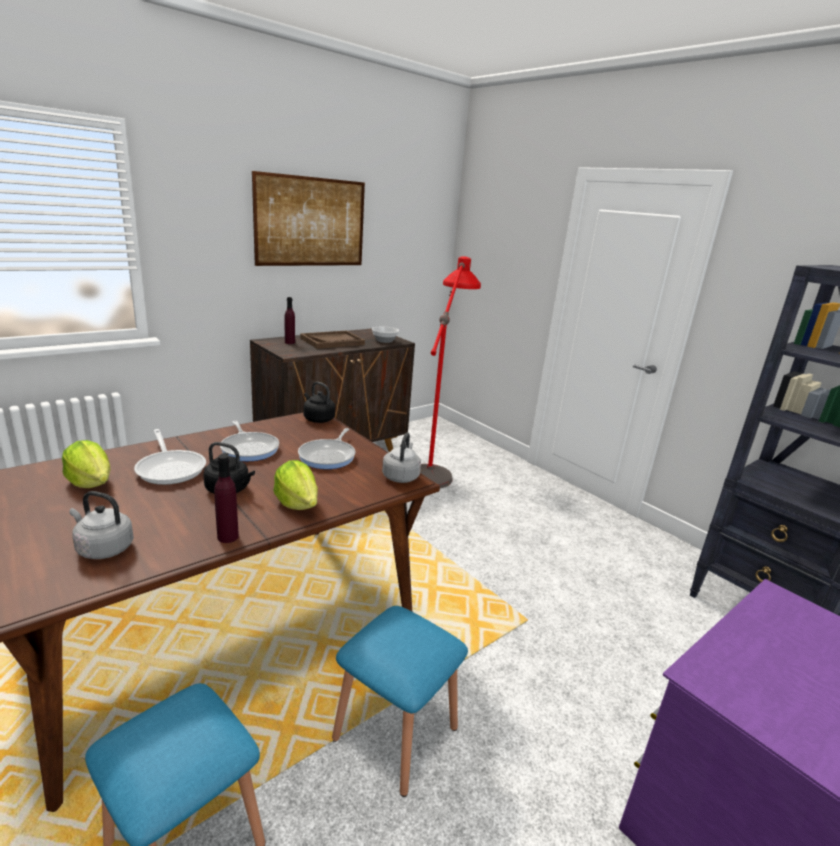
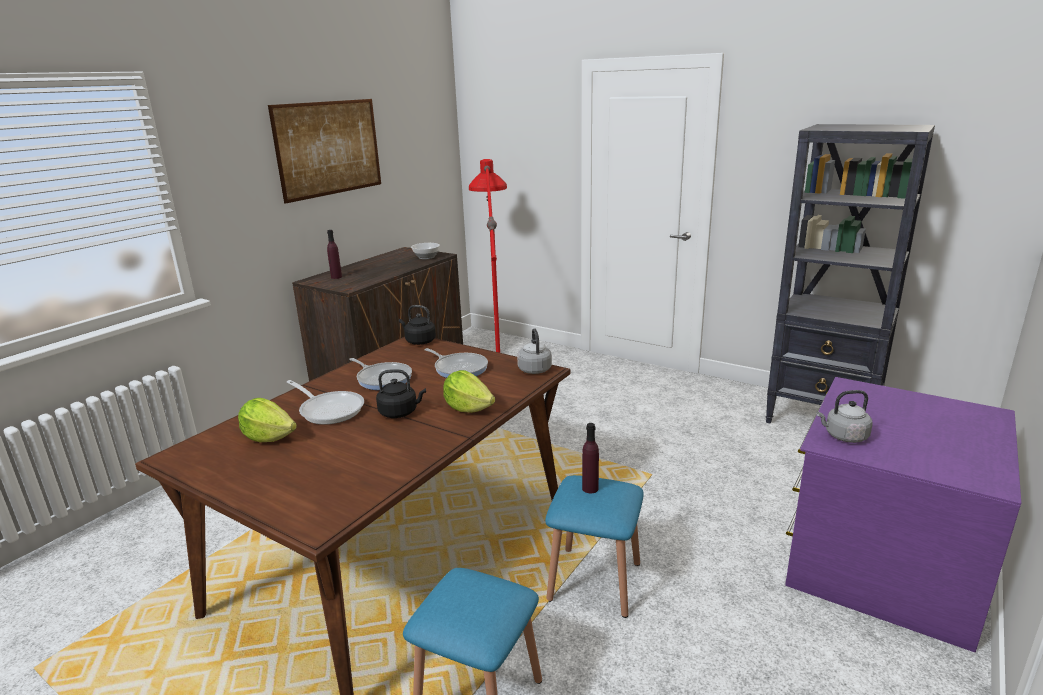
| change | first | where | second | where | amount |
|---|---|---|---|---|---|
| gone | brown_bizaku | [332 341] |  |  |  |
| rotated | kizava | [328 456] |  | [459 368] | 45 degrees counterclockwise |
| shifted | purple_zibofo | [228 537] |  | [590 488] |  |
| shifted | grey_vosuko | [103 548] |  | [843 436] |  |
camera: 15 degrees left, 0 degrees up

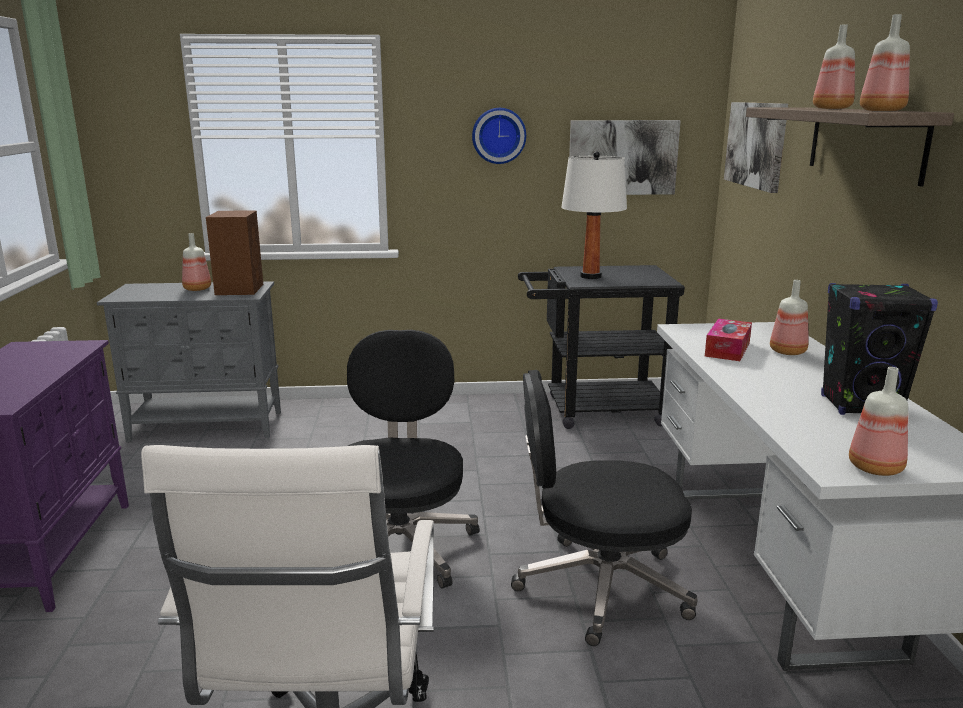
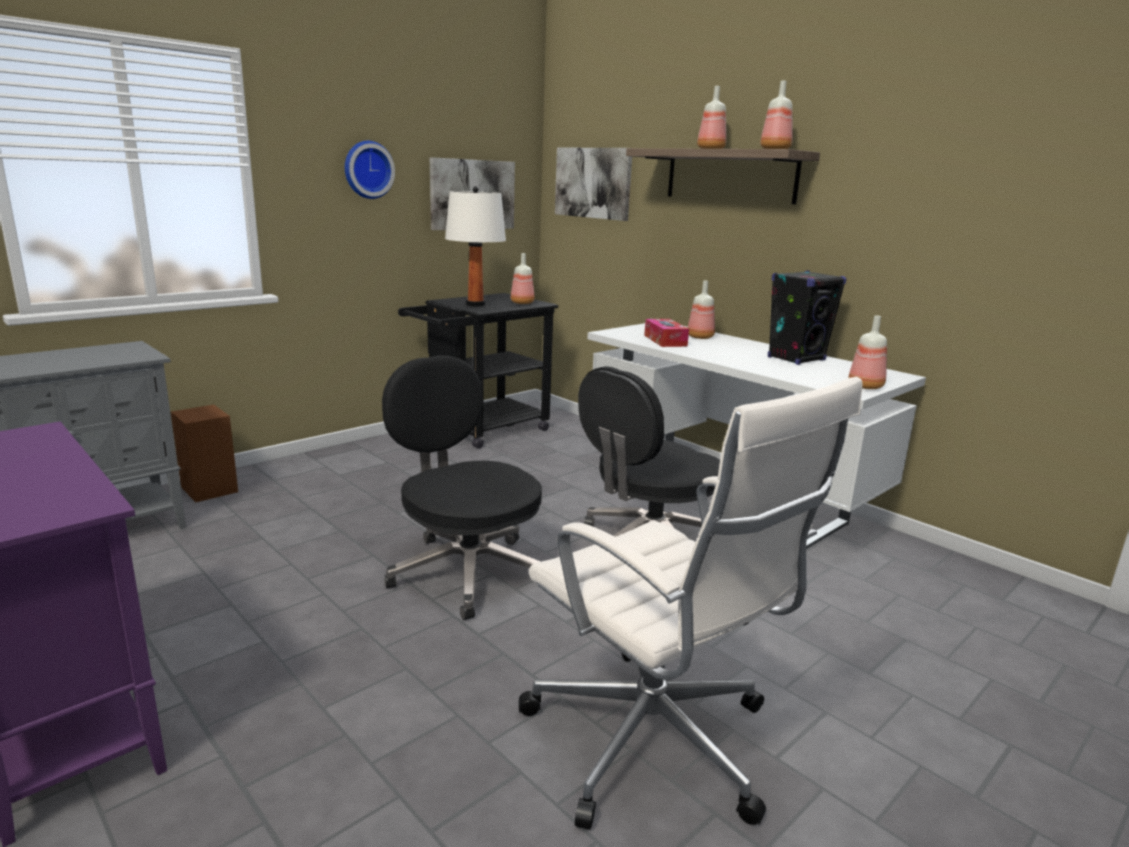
| change | first | where | second | where | amount |
|---|---|---|---|---|---|
| shifted | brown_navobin | [240 289] |  | [209 489] |  |
| shifted | zibofo | [197 289] |  | [522 303] |  |
camera: 40 degrees left, 0 degrees up

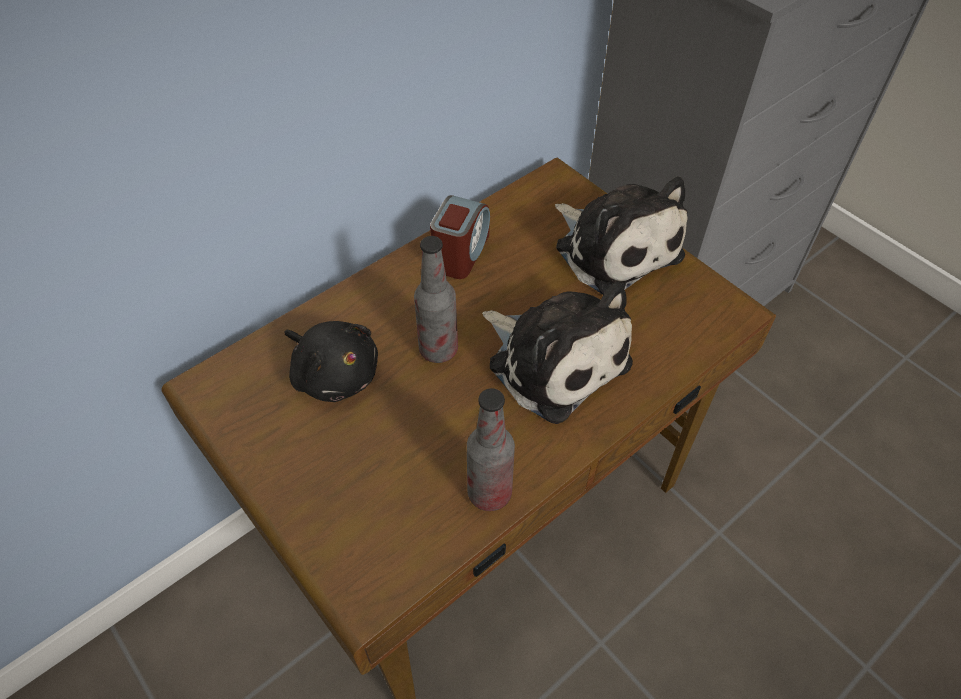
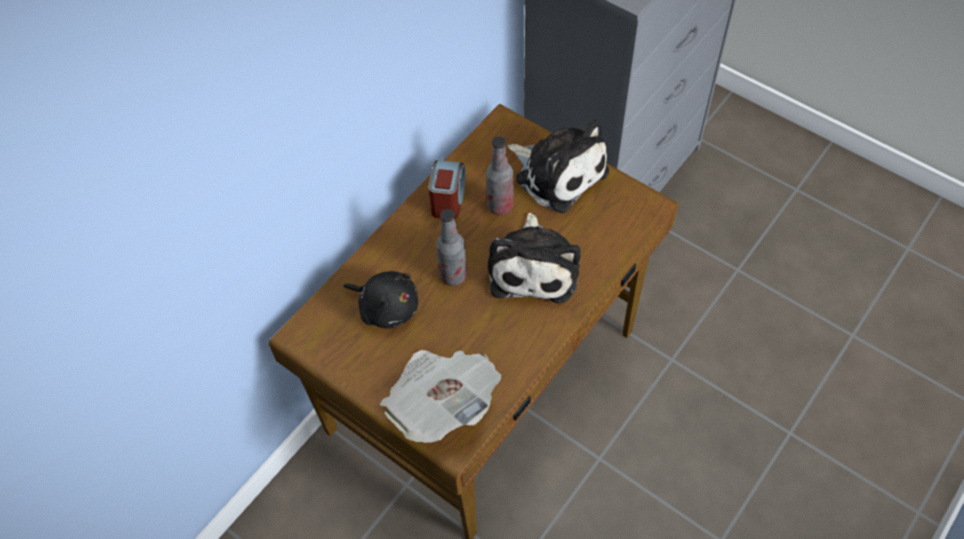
| change | first | where | second | where | amount |
|---|---|---|---|---|---|
| rotated | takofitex | [554 359] |  | [534 266] | 60 degrees clockwise |
| shifted | zibofo | [489 493] |  | [500 206] |  |
| new |  |  | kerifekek | [441 403] |  |
camera: 10 degrees left, 5 degrees up

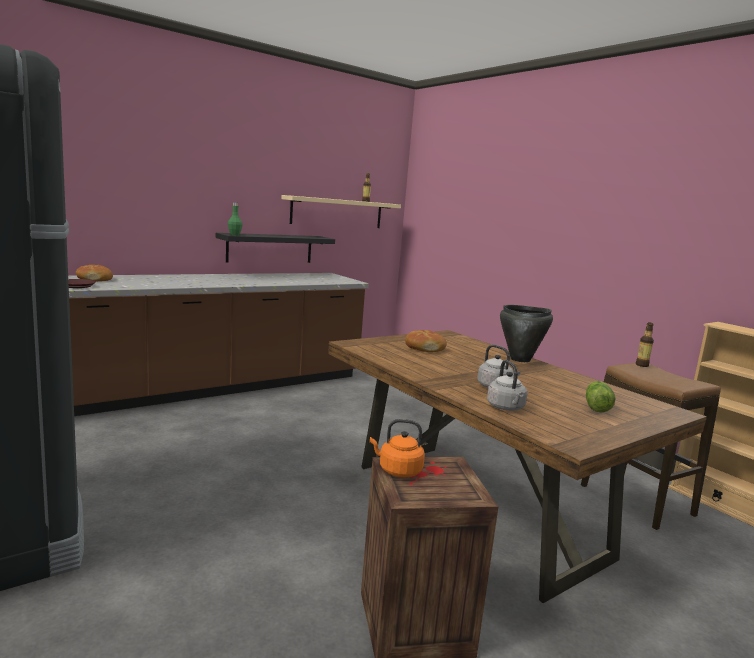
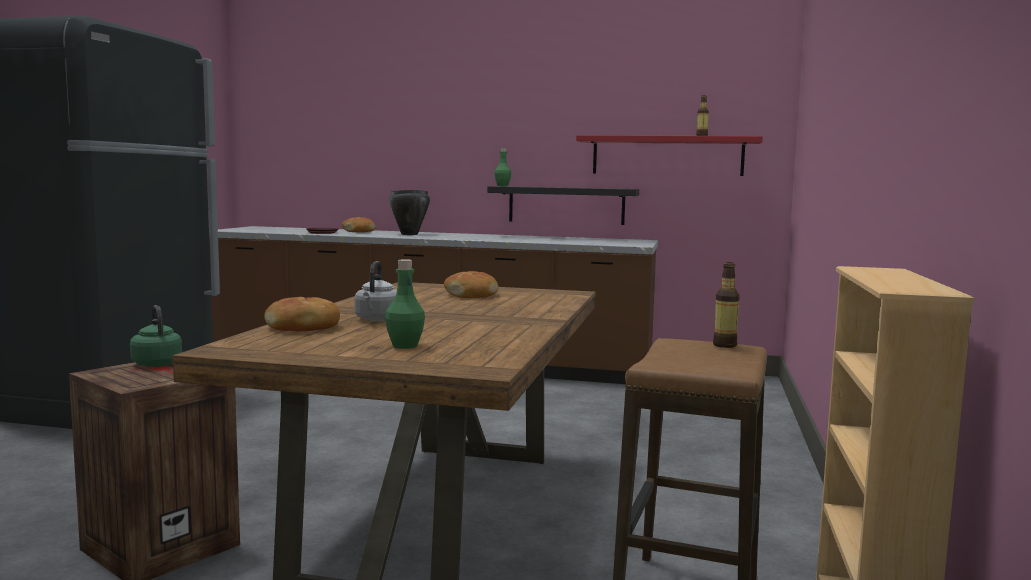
| change | first | where | second | where | amount |
|---|---|---|---|---|---|
| repainted | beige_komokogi | [337 212] | red_komokogi | [667 156] |  |
| shifted | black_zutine | [520 359] |  | [409 234] |  |
| swapped | grey_vosuko | [506 408] | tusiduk | [303 327] |  |
| swapped | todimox | [596 406] | green_zibofo | [405 346] |  |
| repainted | orange_vosuko | [397 470] | green_vosuko | [156 363] |  |
camera: 50 degrees right, 5 degrees down

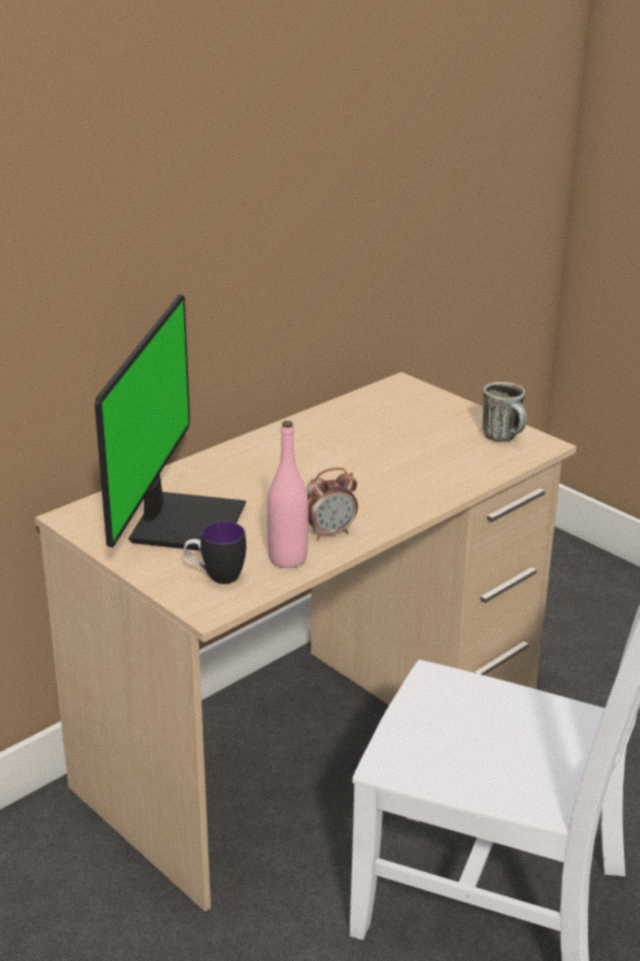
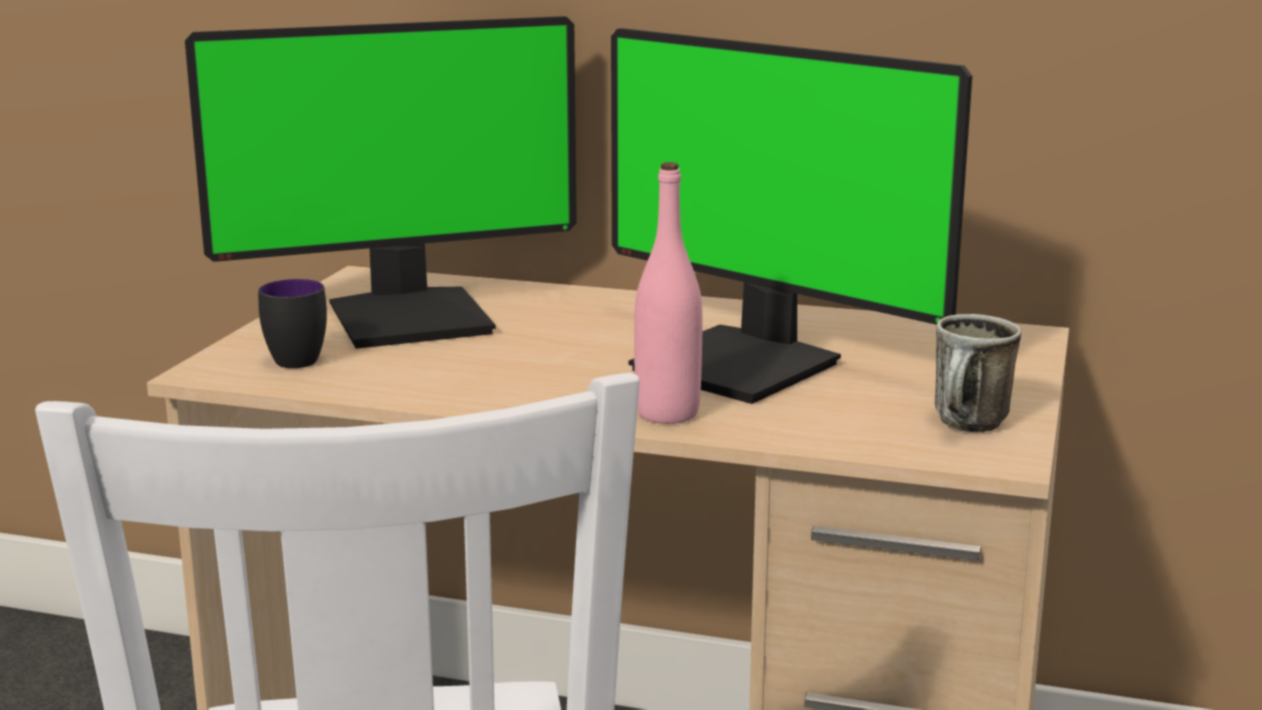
| change | first | where | second | where | amount |
|---|---|---|---|---|---|
| shifted | pink_zibofo | [288 559] |  | [667 414] |  |
| gone | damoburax | [330 532] |  |  |  |
| new |  |  | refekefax | [743 365] |  |
camera: 60 degrees right, 10 degrees down

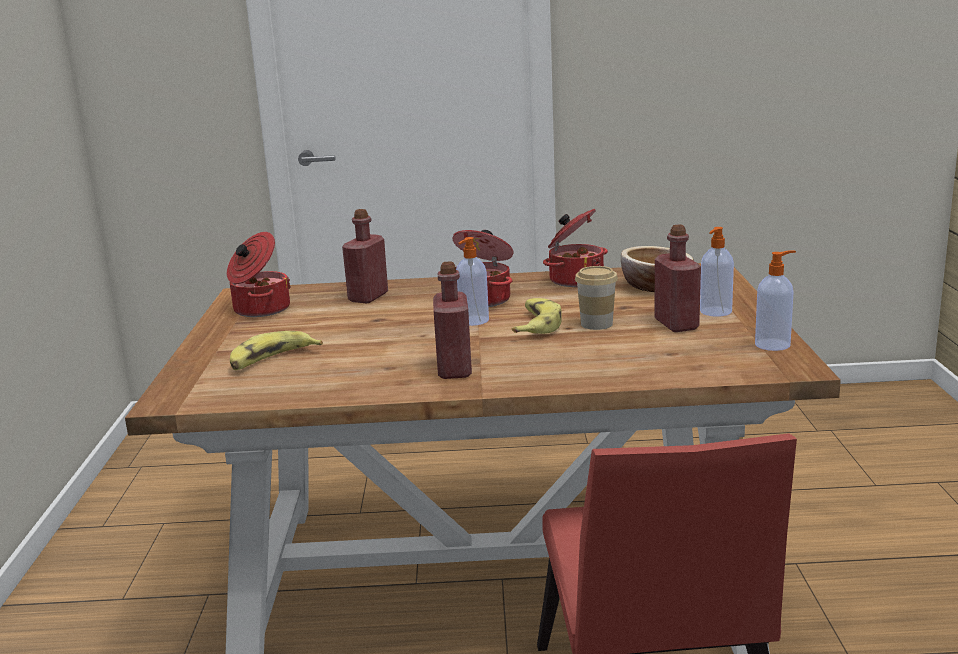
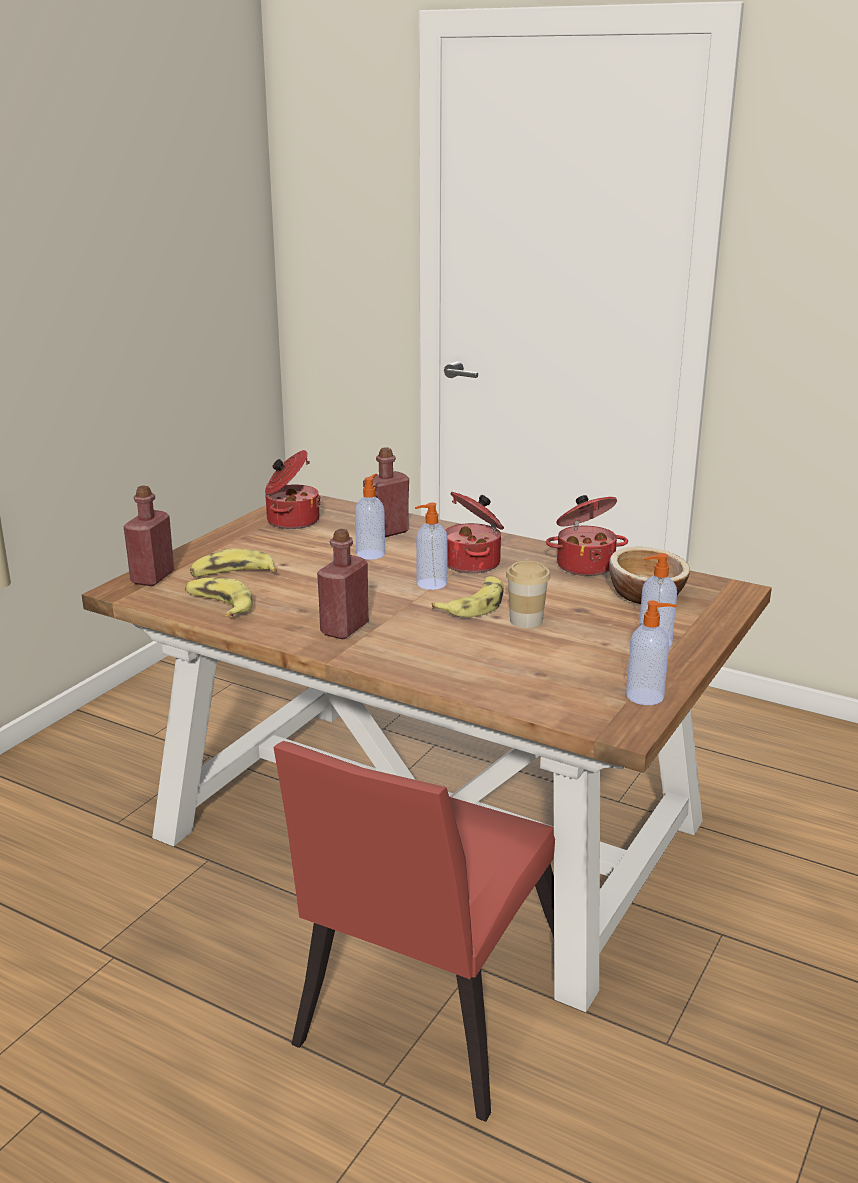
| change | first | where | second | where | amount |
|---|---|---|---|---|---|
| shifted | red_zibofo | [676 324] |  | [152 577] |  |
| new |  |  | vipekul | [371 554] |  |
| new |  |  | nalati | [219 605] |  |
camera: 30 degrees right, 5 degrees up

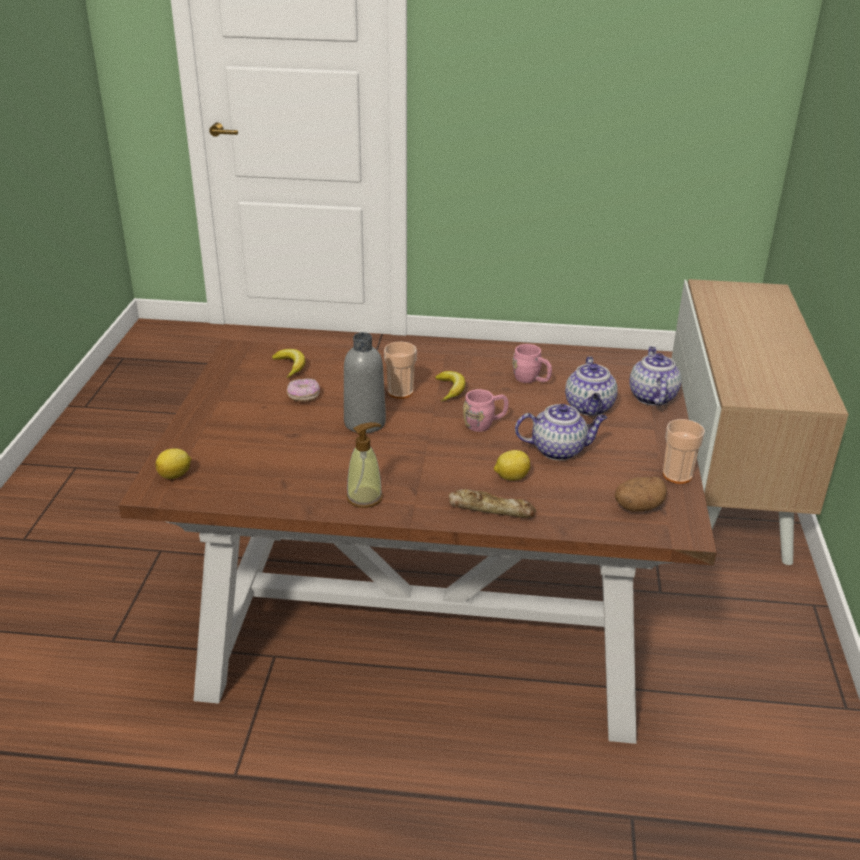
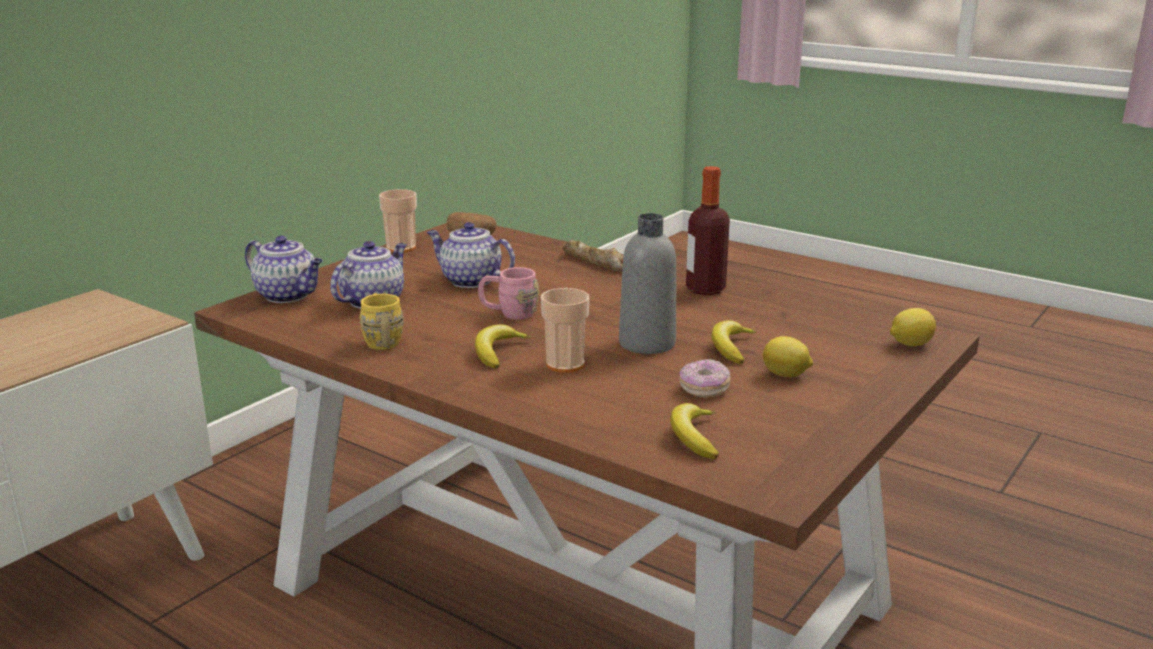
| change | first | where | second | where | amount |
|---|---|---|---|---|---|
| repainted | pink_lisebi | [531 380] | yellow_lisebi | [381 339] |  |
| rotated | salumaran | [651 396] |  | [289 295] | 90 degrees counterclockwise |
| swapped | vipekul | [365 497] | zibofo | [705 289] |  |
| shifted | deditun | [511 477] |  | [786 375] |  |
| new |  |  | nalati | [731 348] |  |
camera: 150 degrees left, 10 degrees down

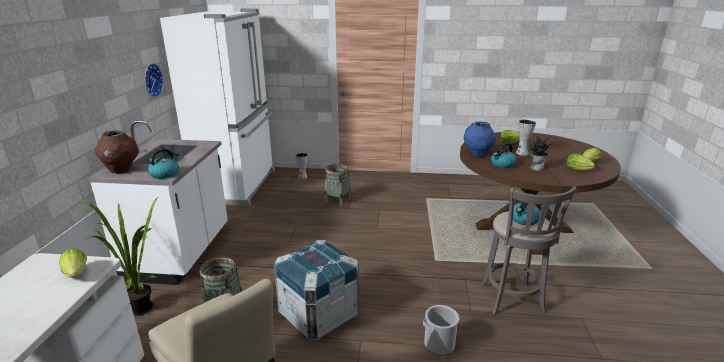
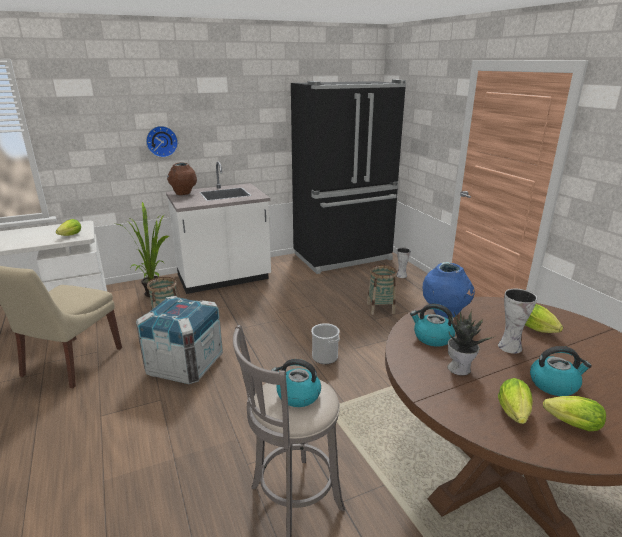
| change | first | where | second | where | amount |
|---|---|---|---|---|---|
| repainted | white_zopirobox | [239 186] | black_zopirobox | [344 257] |  |
| shifted | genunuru | [151 80] |  | [161 141] |  |
| shifted | vosuko | [165 174] |  | [554 384] |  |
| shifted | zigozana | [439 344] |  | [324 357] |  |
camera: 60 degrees right, 0 degrees up

